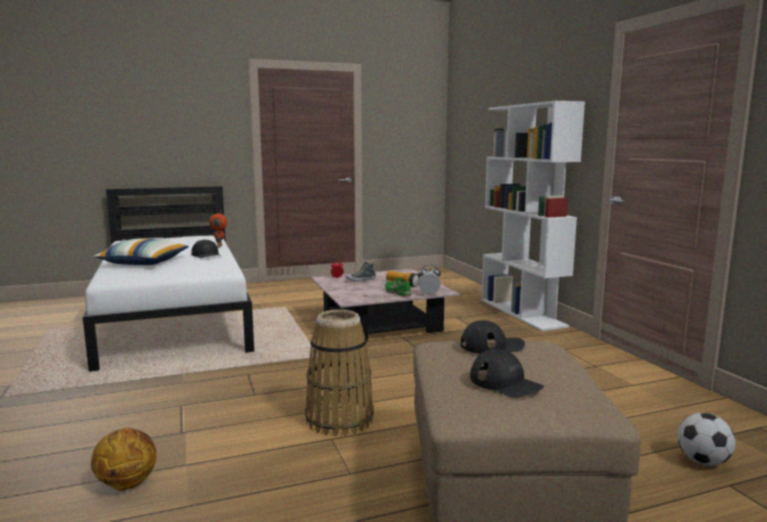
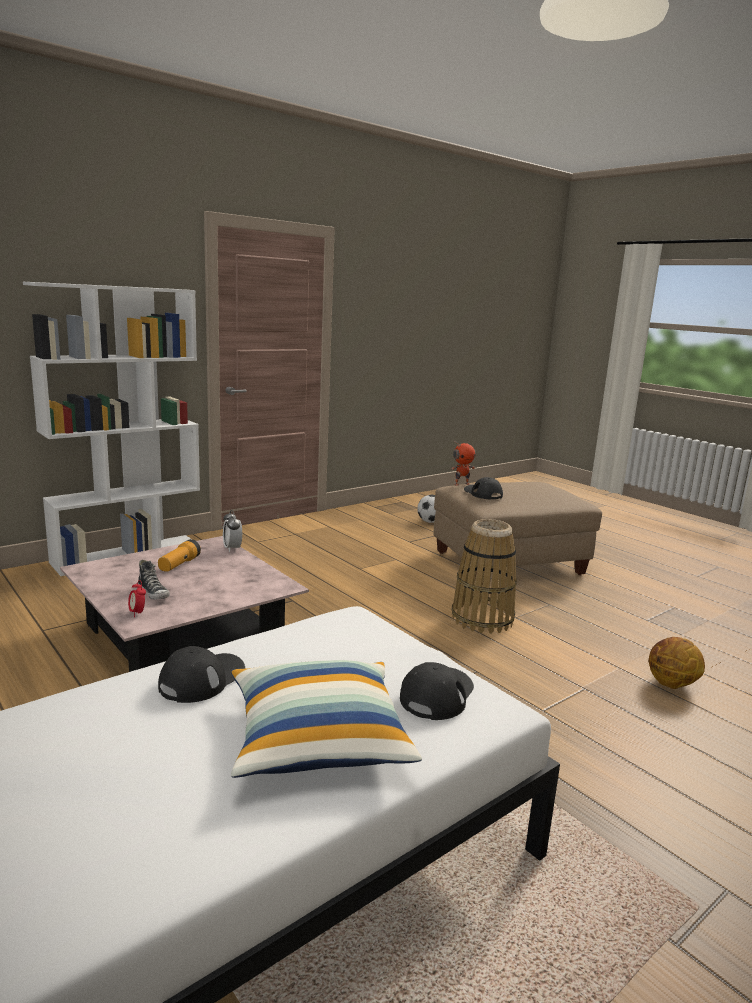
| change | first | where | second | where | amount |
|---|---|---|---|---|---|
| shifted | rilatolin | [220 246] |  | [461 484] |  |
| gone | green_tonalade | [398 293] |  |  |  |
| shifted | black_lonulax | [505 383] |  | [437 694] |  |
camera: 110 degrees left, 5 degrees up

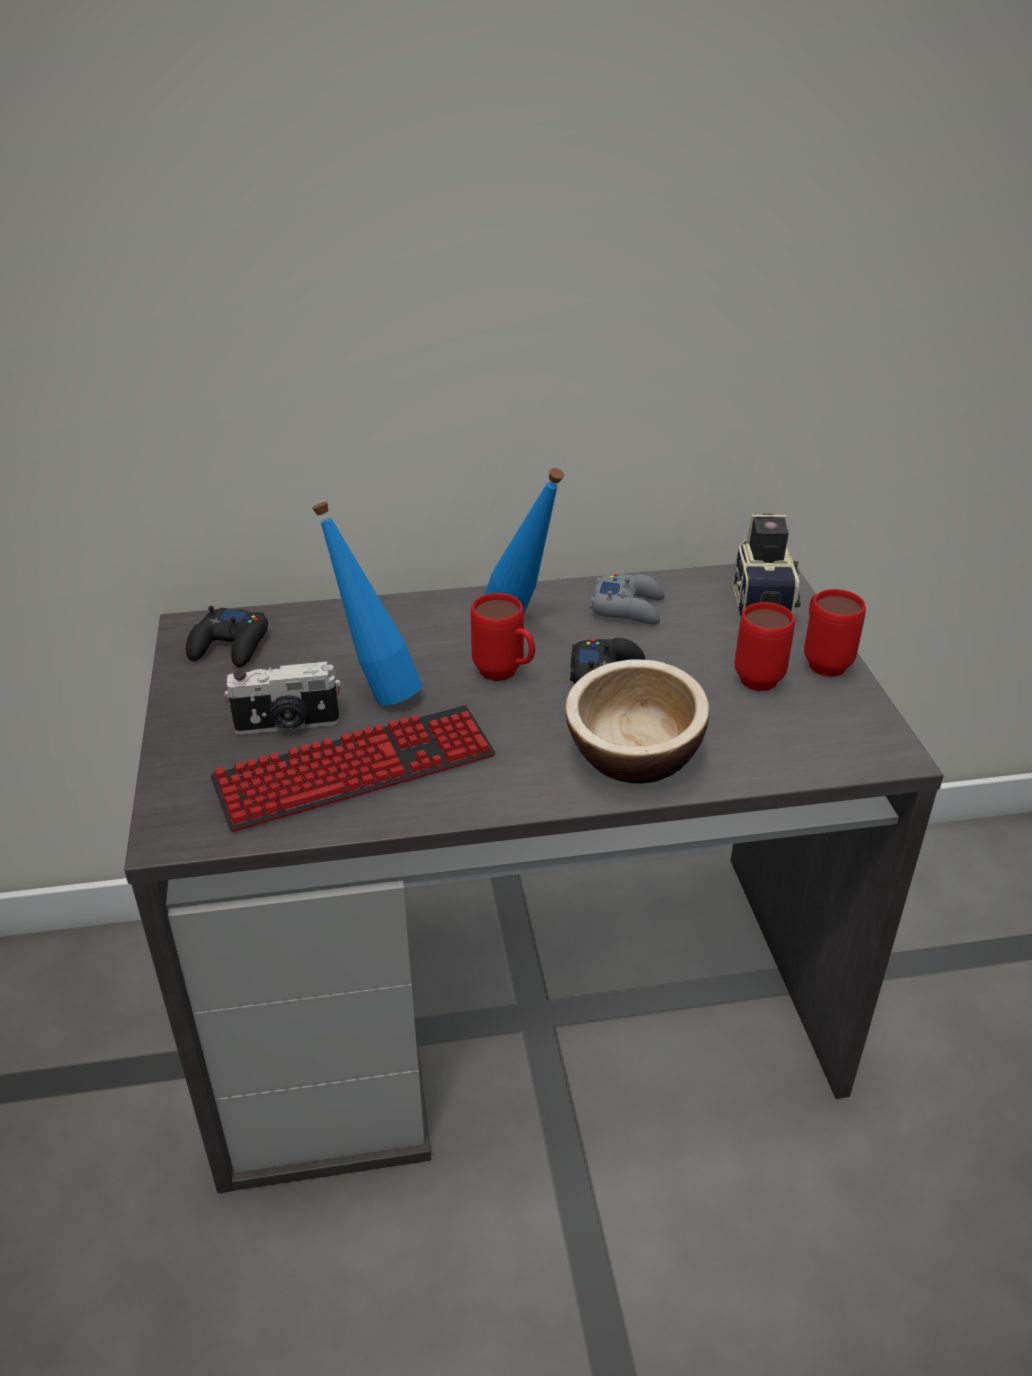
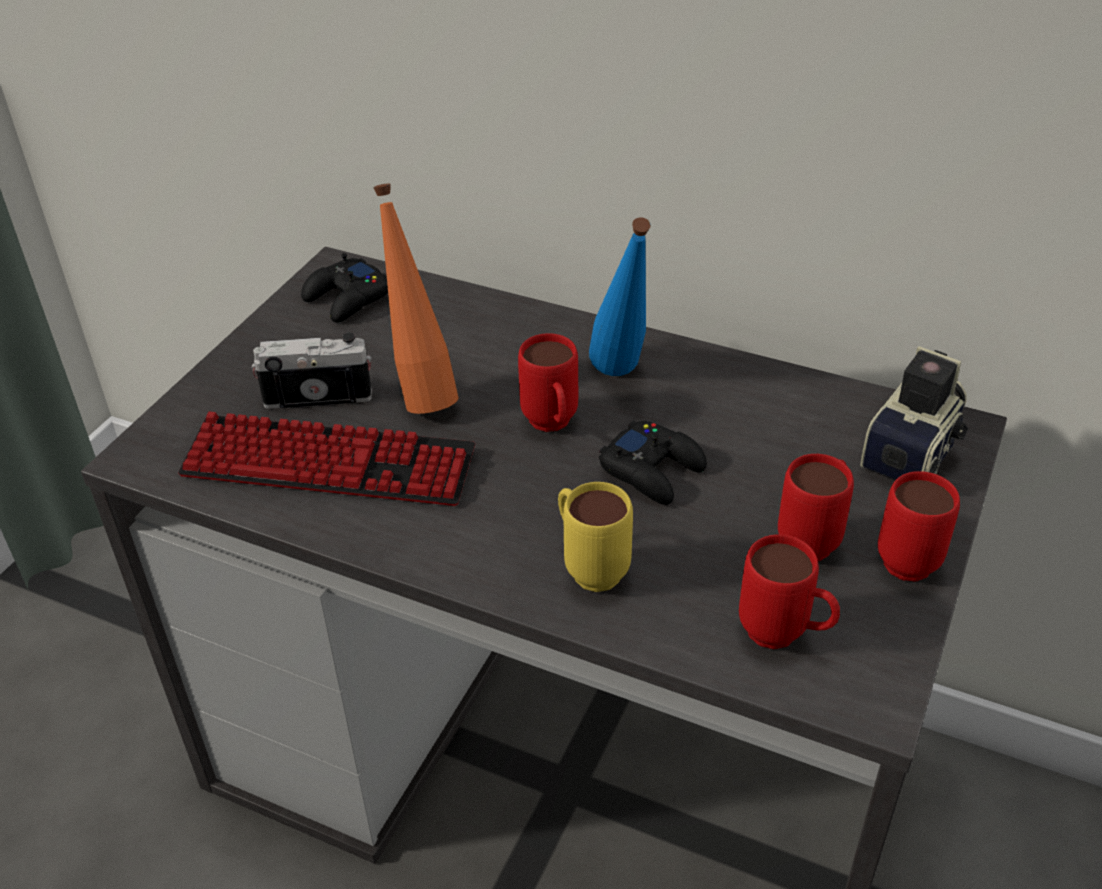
| change | first | where | second | where | amount |
|---|---|---|---|---|---|
| repainted | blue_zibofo | [375 690] | orange_zibofo | [421 393] |  |
| gone | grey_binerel | [628 607] |  |  |  |
| swapped | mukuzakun | [634 754] | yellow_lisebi | [589 567] |  |
| rotated | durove | [287 725] |  | [318 395] | 150 degrees clockwise |
| new |  |  | red_lisebi | [784 637] |  |
camera: 35 degrees right, 5 degrees up

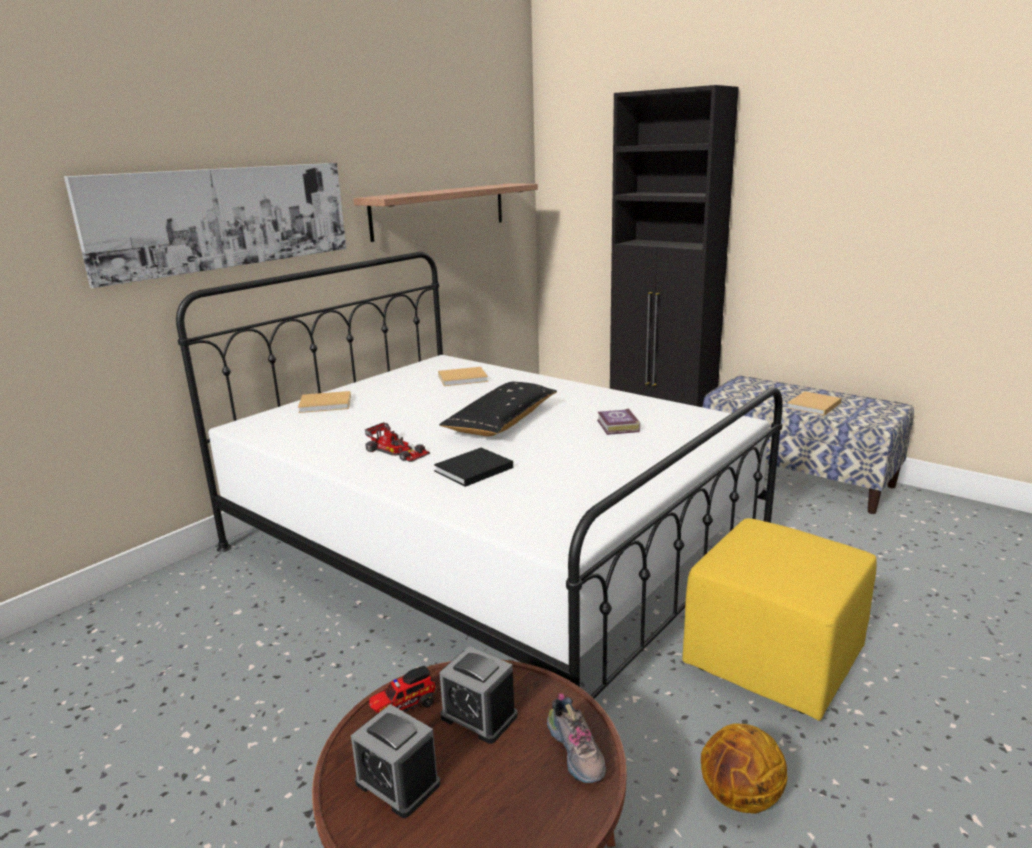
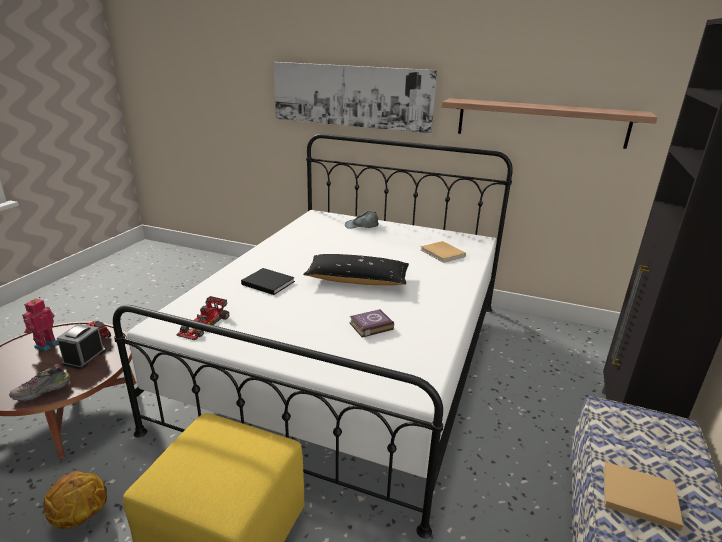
| change | first | where | second | where | amount |
|---|---|---|---|---|---|
| swapped | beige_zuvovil | [327 404] | grey_lonulax | [361 225] |  |
| shifted | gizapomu | [397 451] |  | [204 324] |  |
| swapped | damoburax | [397 783] | rilatolin | [45 345] |  |
camera: 70 degrees right, 5 degrees up

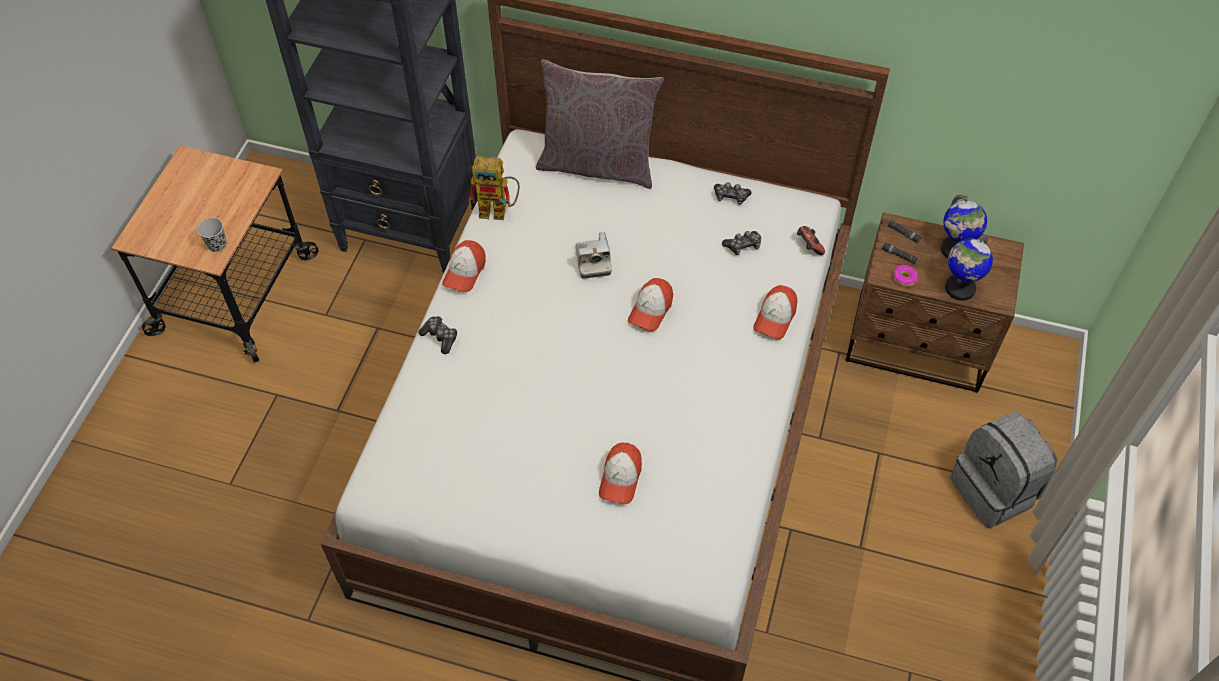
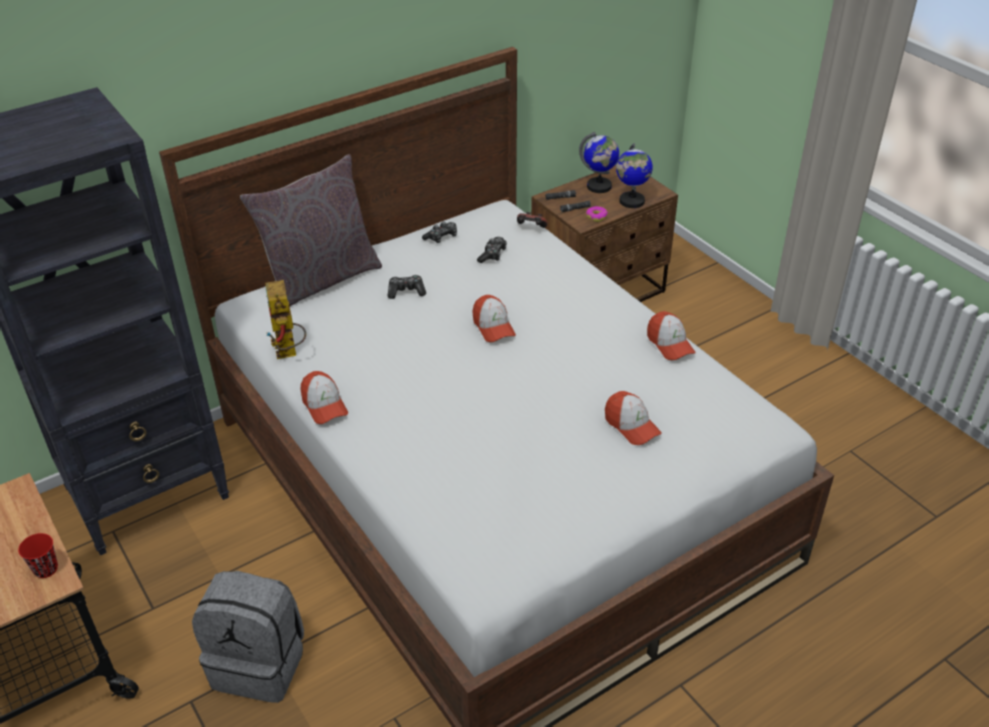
| change | first | where | second | where | amount |
|---|---|---|---|---|---|
| rotated | rilatolin | [499 210] |  | [289 353] | 120 degrees clockwise |
| repainted | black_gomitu | [217 245] | red_gomitu | [46 569] |  |
| gone | durove | [593 261] |  |  |  |
| shifted | lonulax | [775 317] |  | [670 344] |  |
| shifted | binerel | [440 337] |  | [406 291] |  |
| shifted | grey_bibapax | [994 490] |  | [260 664] |  |
camera: 50 degrees left, 15 degrees down

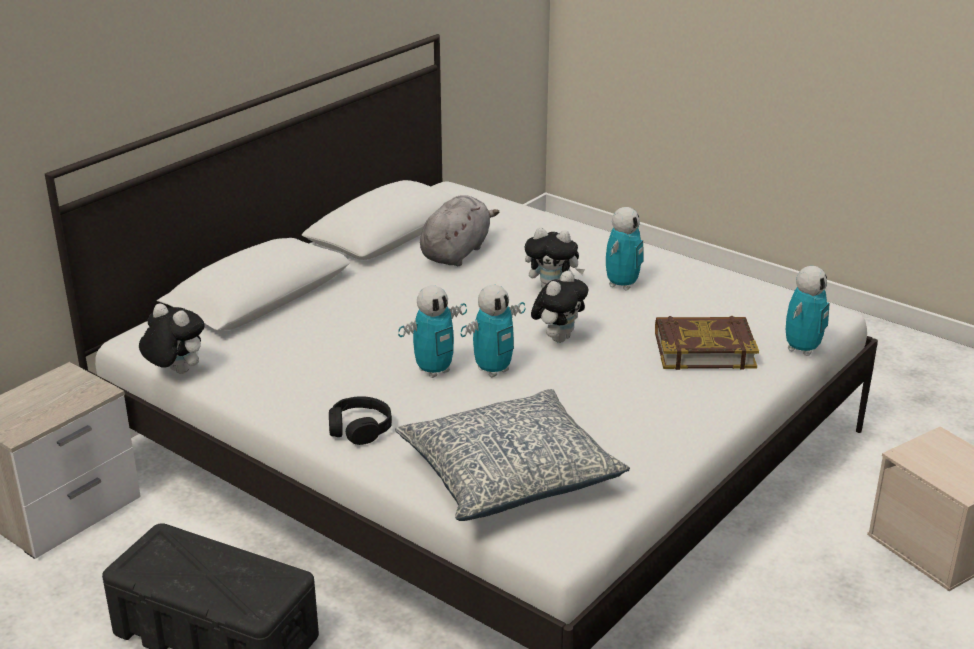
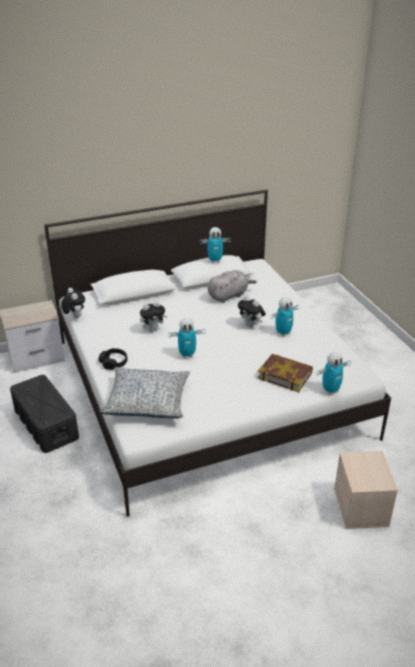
| change | first | where | second | where | amount |
|---|---|---|---|---|---|
| shifted | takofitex | [558 338] |  | [153 329] |  |
| shifted | rilatolin | [434 371] |  | [215 260] |  |
camera: 30 degrees right, 5 degrees up

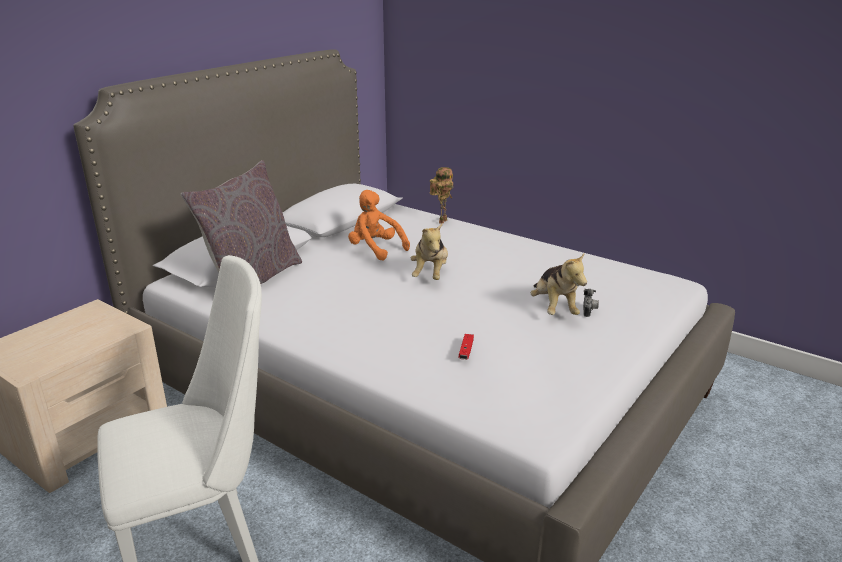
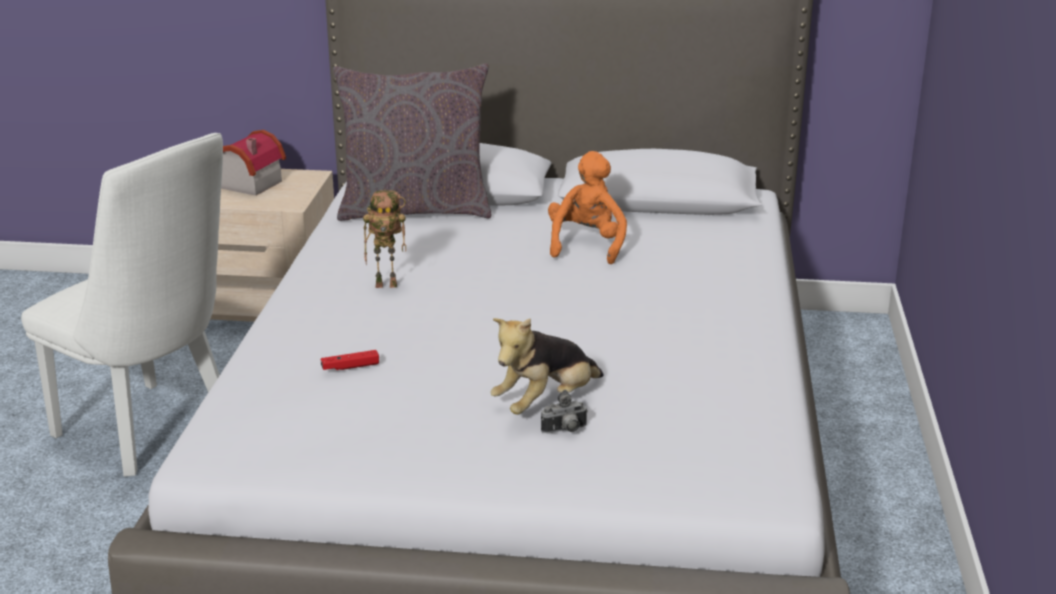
| change | first | where | second | where | amount |
|---|---|---|---|---|---|
| shifted | rilatolin | [442 221] |  | [388 284] |  |
| gone | takofitex | [430 274] |  |  |  |
| new |  |  | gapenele | [247 184] |  |
camera: 60 degrees right, 0 degrees up

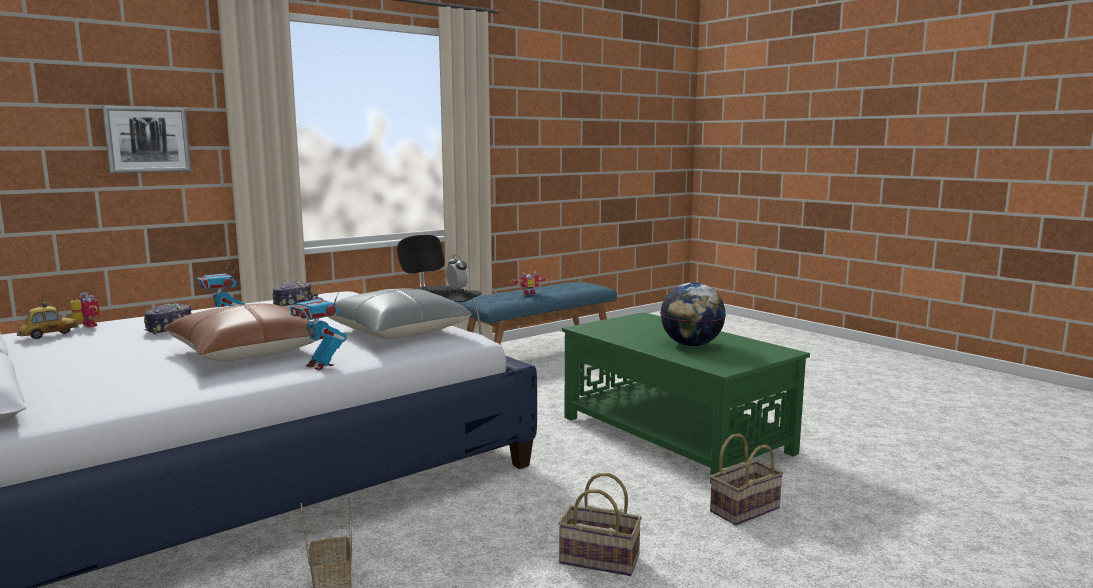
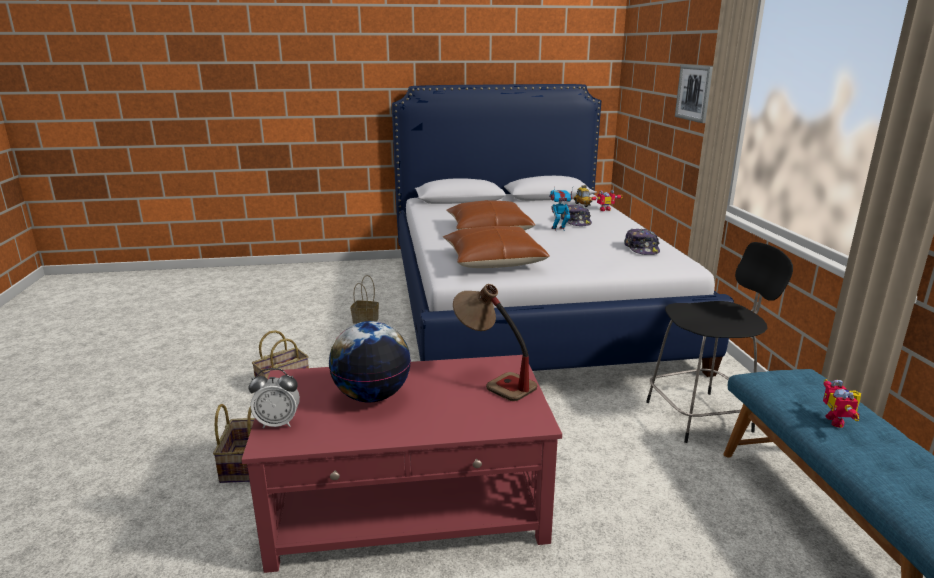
| change | first | where | second | where | amount |
|---|---|---|---|---|---|
| shifted | damoburax | [457 289] |  | [278 423] |  |
| gone | rilatolin | [320 366] |  |  |  |
| repainted | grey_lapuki | [397 332] | brown_lapuki | [493 261] |  |
| repainted | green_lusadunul | [674 434] | red_lusadunul | [409 505] |  |
| new |  |  | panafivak | [492 380] |  |
camera: 120 degrees right, 10 degrees up

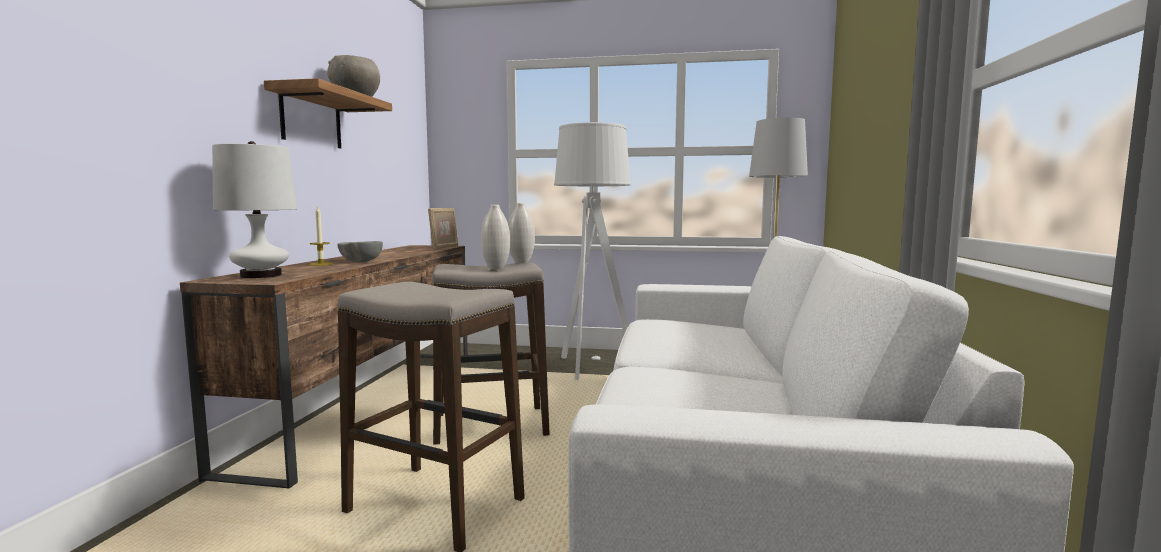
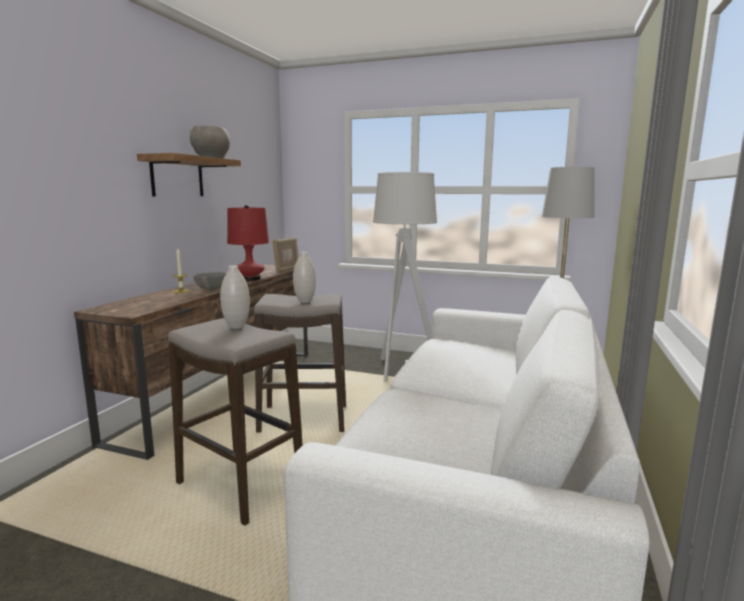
| change | first | where | second | where | amount |
|---|---|---|---|---|---|
| gone | white_panafivak | [261 275] |  |  |  |
| shifted | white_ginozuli | [521 262] |  | [236 327] |  |
| new |  |  | red_panafivak | [250 279] |  |
camera: 10 degrees right, 5 degrees up

